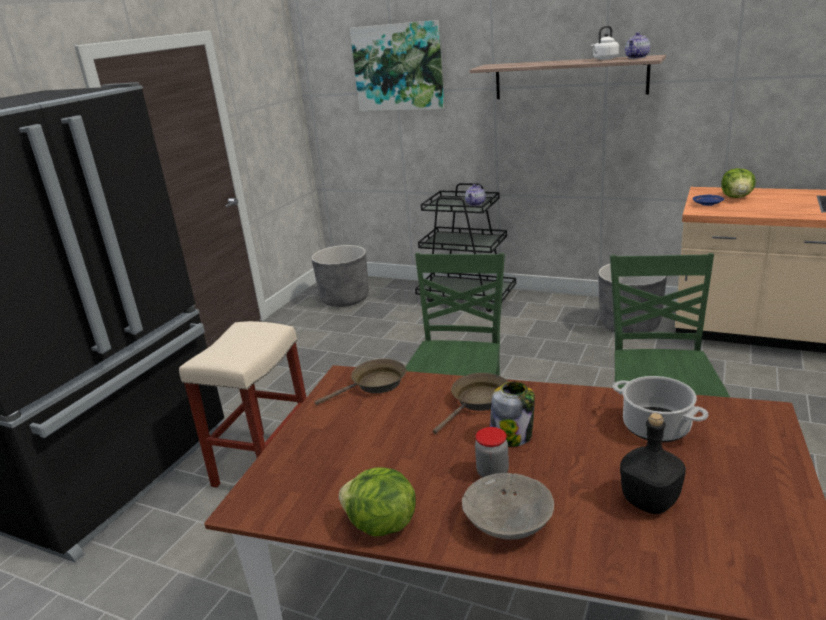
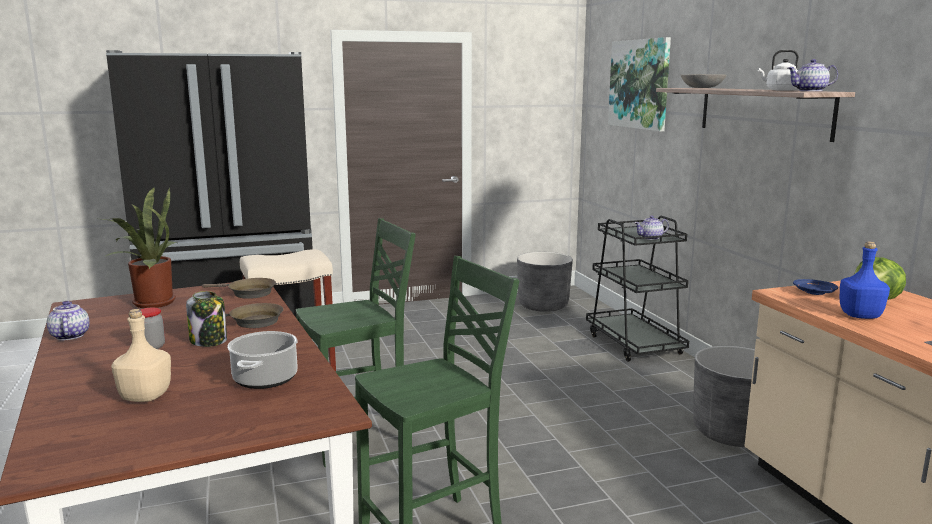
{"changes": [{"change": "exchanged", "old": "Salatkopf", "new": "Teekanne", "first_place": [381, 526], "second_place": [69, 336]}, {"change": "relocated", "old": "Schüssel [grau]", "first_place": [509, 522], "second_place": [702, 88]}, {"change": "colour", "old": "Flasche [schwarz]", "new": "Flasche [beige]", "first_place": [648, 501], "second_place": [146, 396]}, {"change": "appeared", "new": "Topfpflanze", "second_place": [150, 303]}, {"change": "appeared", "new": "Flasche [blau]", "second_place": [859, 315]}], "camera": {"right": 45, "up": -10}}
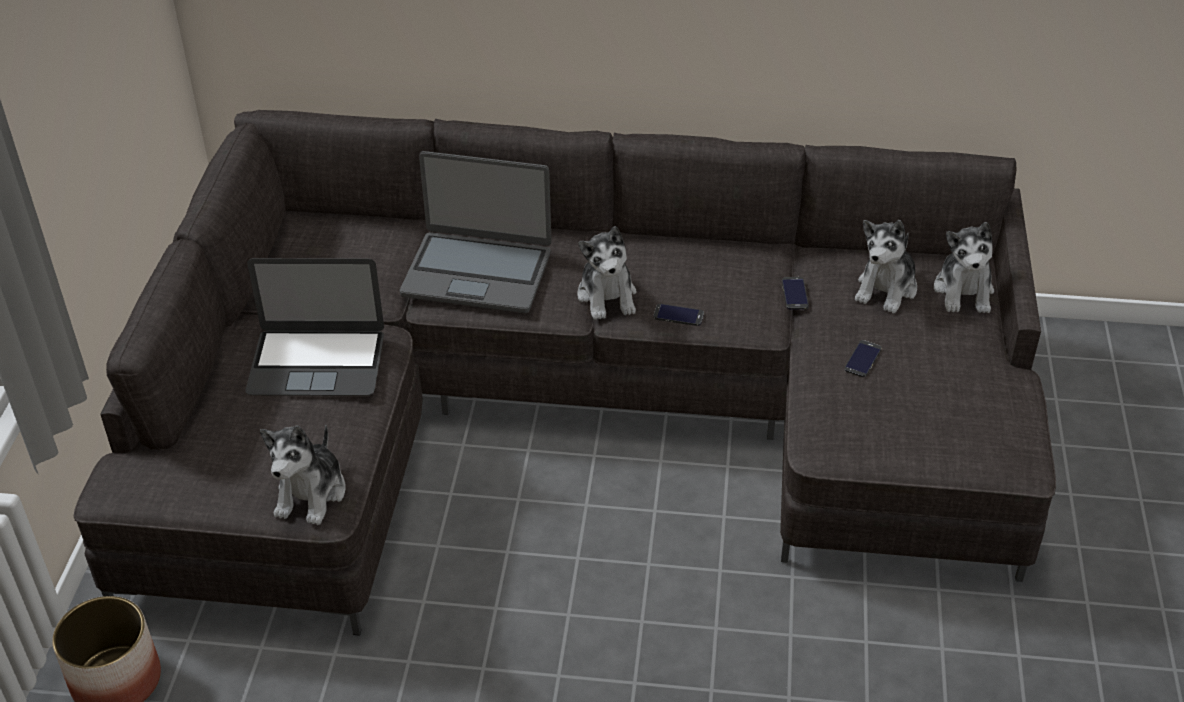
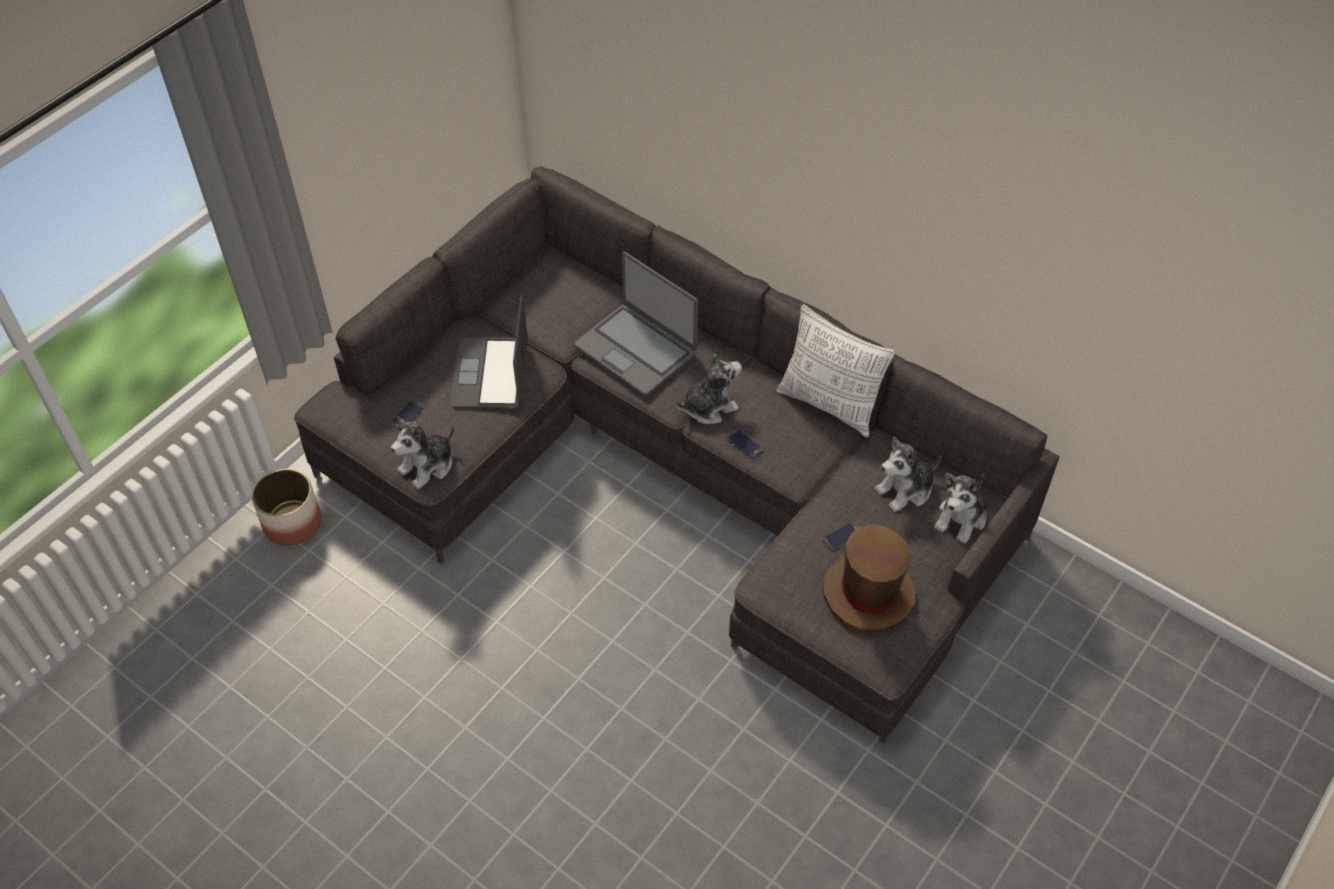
{"changes": [{"change": "spun", "old": "Laptop", "first_place": [317, 362], "second_place": [491, 373], "degrees": 60}, {"change": "spun", "old": "Plüschtier", "first_place": [607, 296], "second_place": [709, 407], "degrees": -135}, {"change": "relocated", "old": "Handy", "first_place": [794, 293], "second_place": [407, 415]}, {"change": "appeared", "new": "Kissen", "second_place": [829, 404]}, {"change": "appeared", "new": "Hut [braun]", "second_place": [868, 594]}], "camera": {"right": 30, "up": 10}}
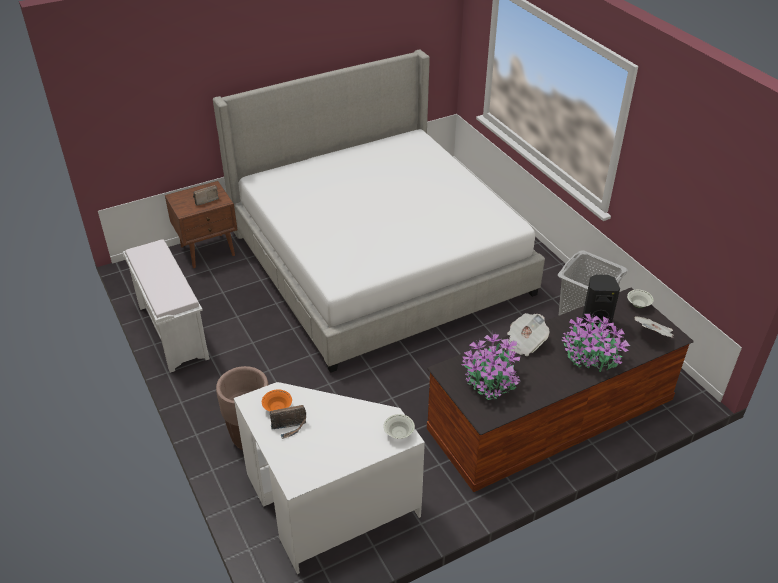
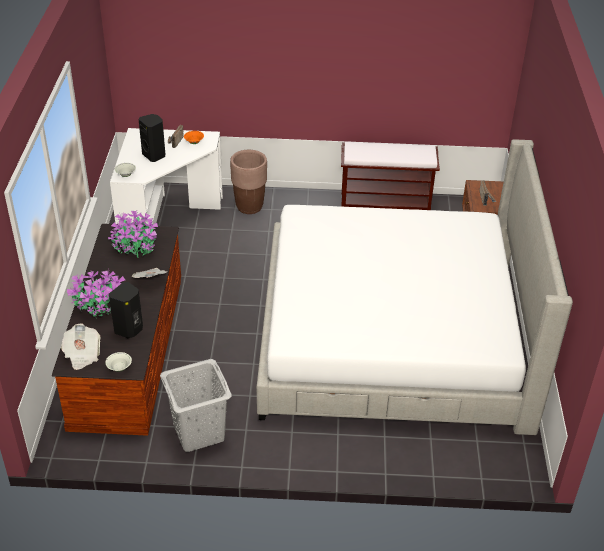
{"changes": [{"change": "colour", "old": "Bank [weiß]", "new": "Bank [braun]", "first_place": [172, 331], "second_place": [386, 203]}, {"change": "appeared", "new": "Lautsprecher [schwarz]", "second_place": [154, 155]}], "camera": {"right": 120, "up": 0}}
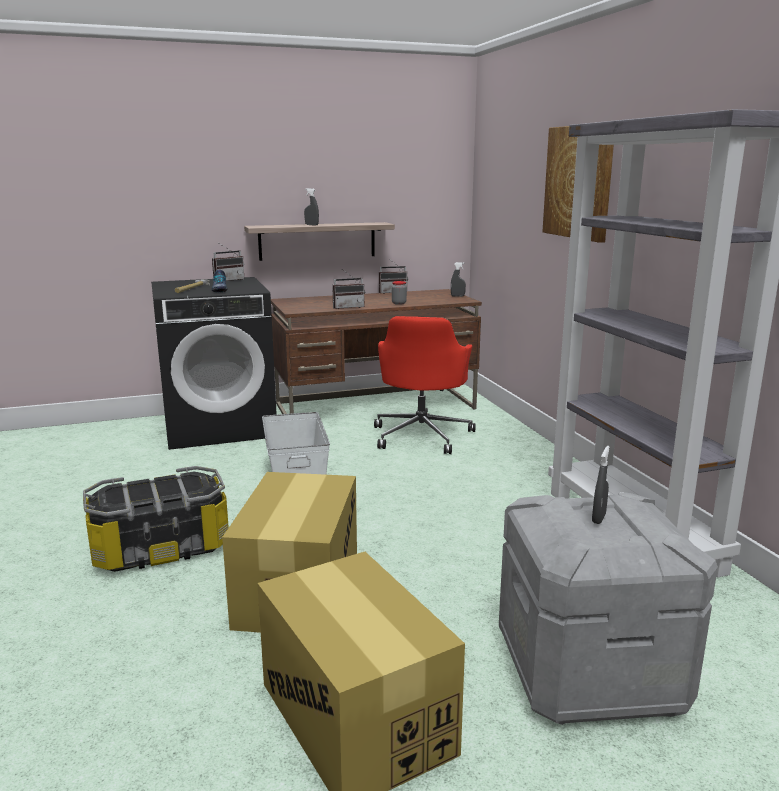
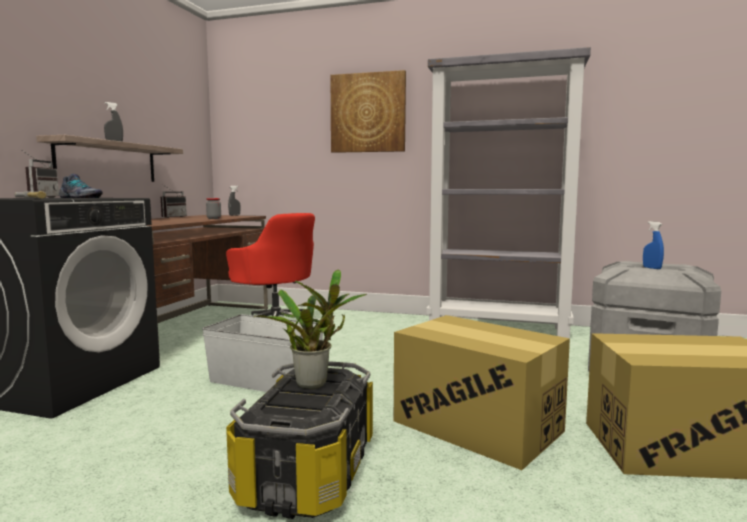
{"changes": [{"change": "missing", "old": "Radio", "first_place": [348, 307]}, {"change": "colour", "old": "Sprühflasche [grau]", "new": "Sprühflasche [blau]", "first_place": [598, 518], "second_place": [652, 268]}, {"change": "appeared", "new": "Topfpflanze", "second_place": [315, 383]}], "camera": {"right": -55, "up": -10}}
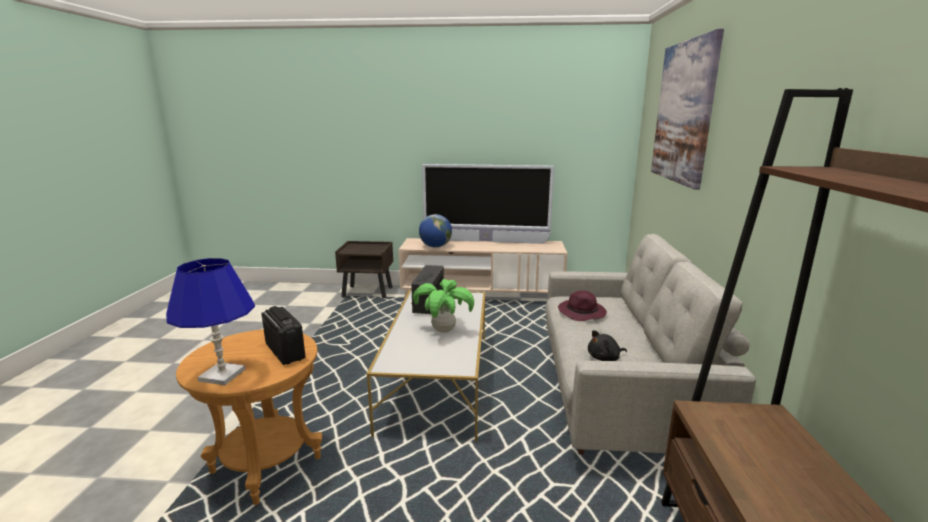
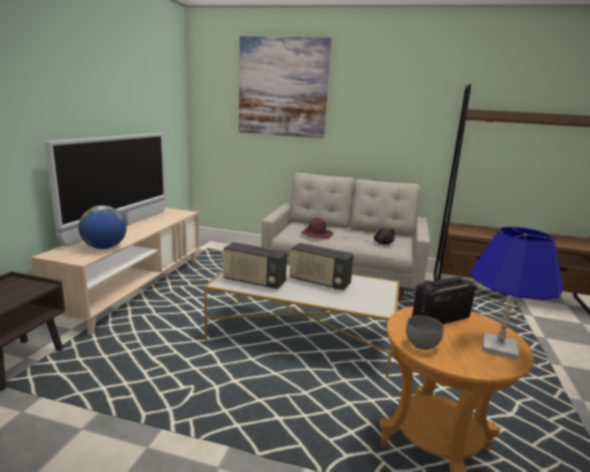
{"changes": [{"change": "exchanged", "old": "Topfpflanze", "new": "Radio", "first_place": [444, 331], "second_place": [319, 282]}, {"change": "appeared", "new": "Schüssel [grau]", "second_place": [420, 345]}], "camera": {"right": -80, "up": 0}}
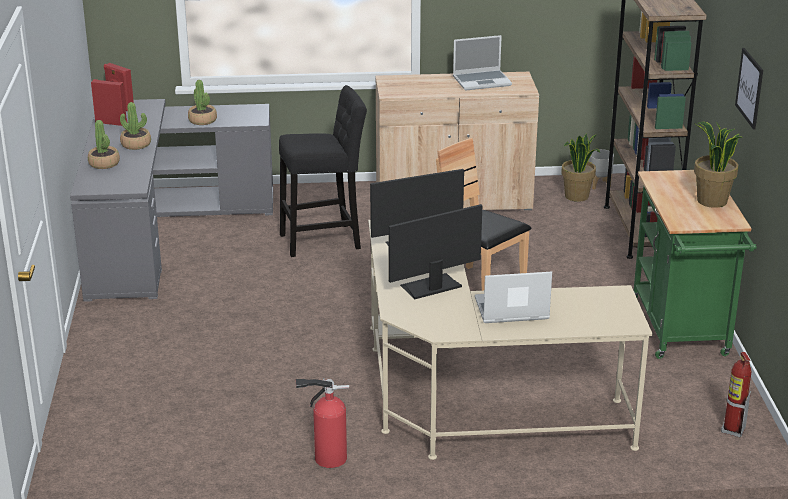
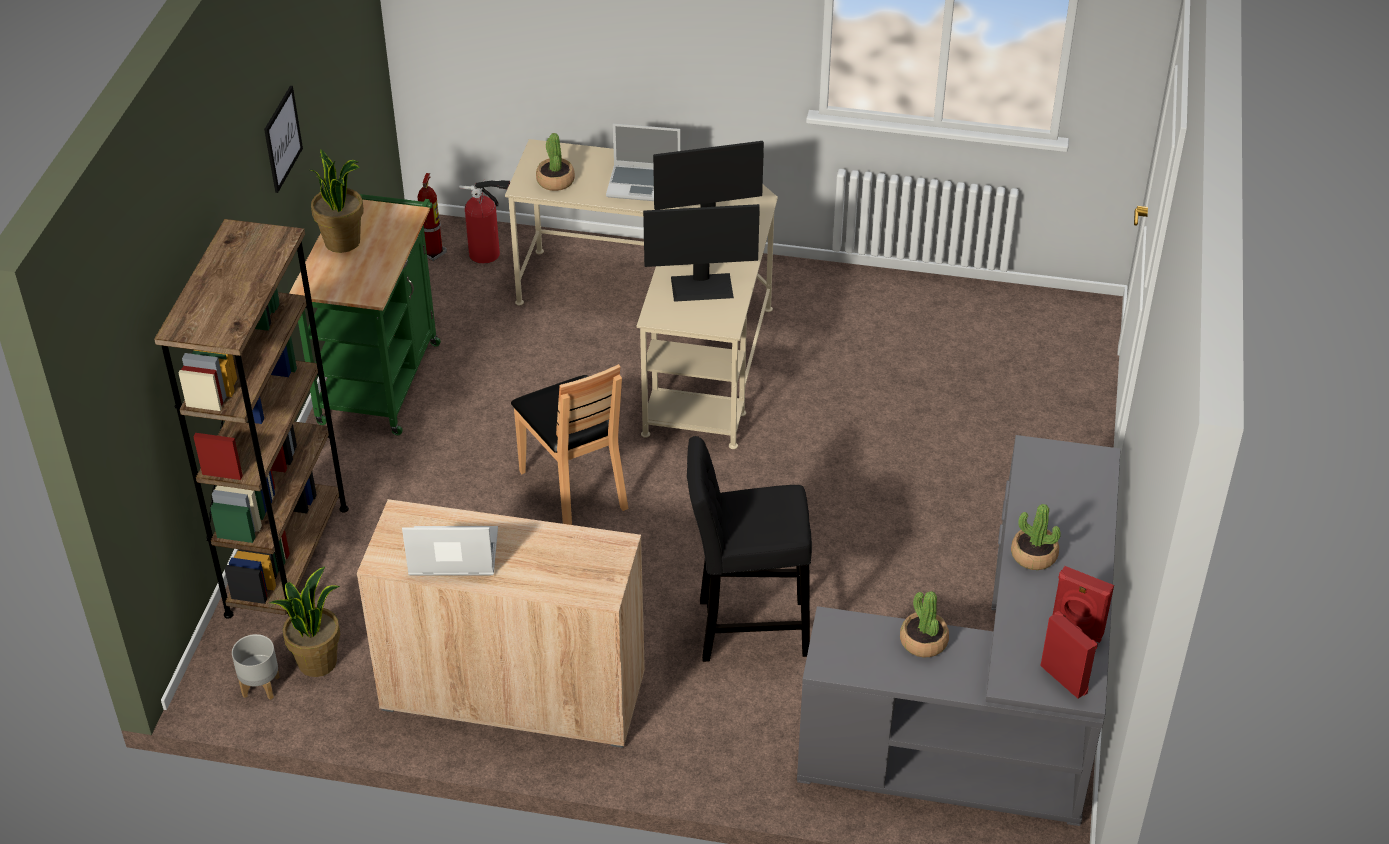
{"changes": [{"change": "relocated", "old": "Topfpflanze", "first_place": [104, 163], "second_place": [555, 181]}, {"change": "relocated", "old": "Feuerlöscher", "first_place": [327, 458], "second_place": [488, 254]}], "camera": {"right": -165, "up": 15}}
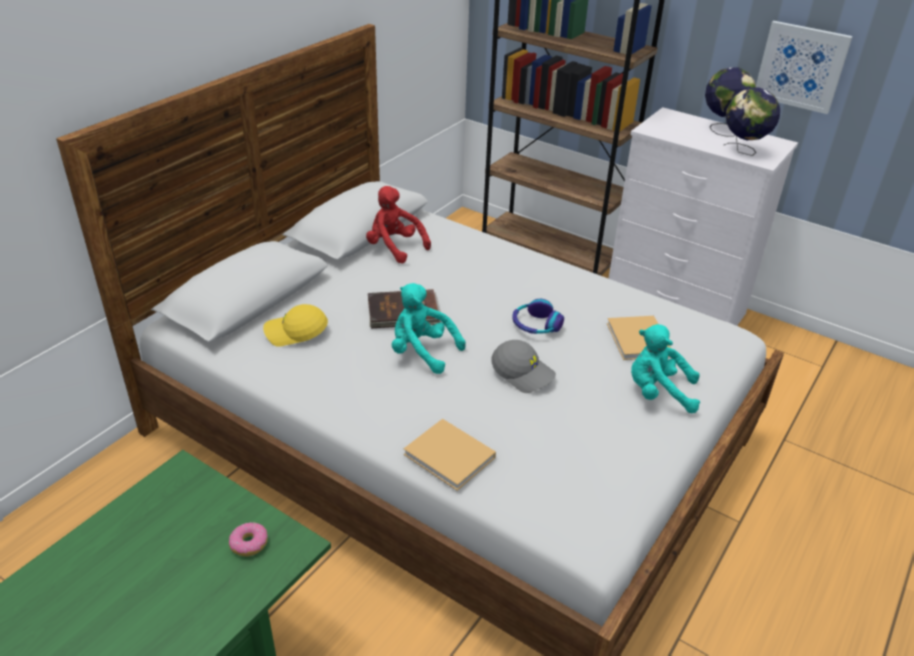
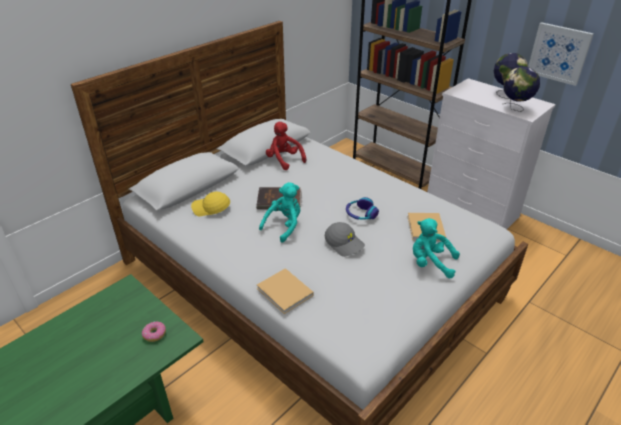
{"changes": [{"change": "spun", "old": "Plüschtier [türkis]", "first_place": [422, 352], "second_place": [284, 226], "degrees": 90}], "camera": {"right": 10, "up": 0}}
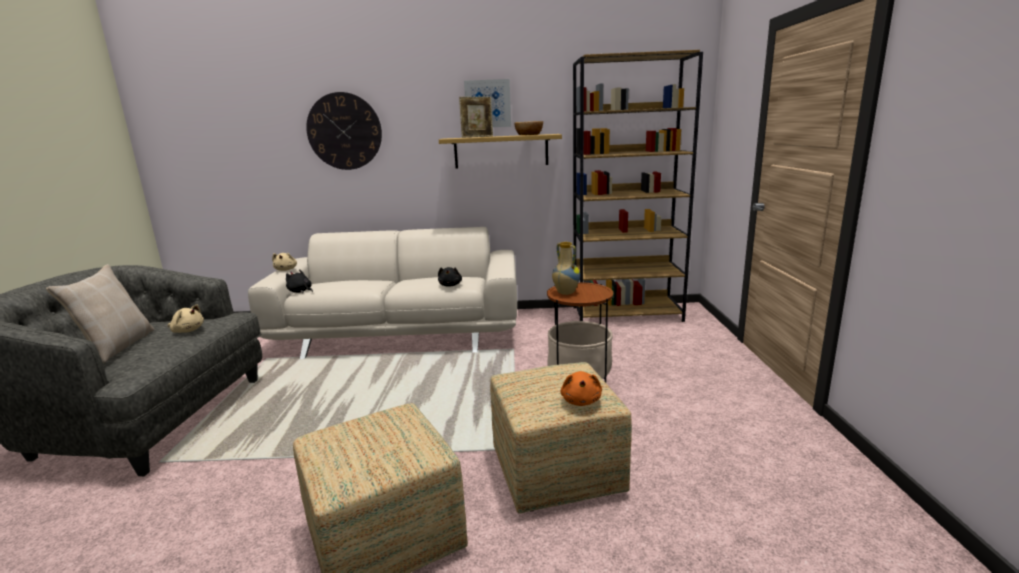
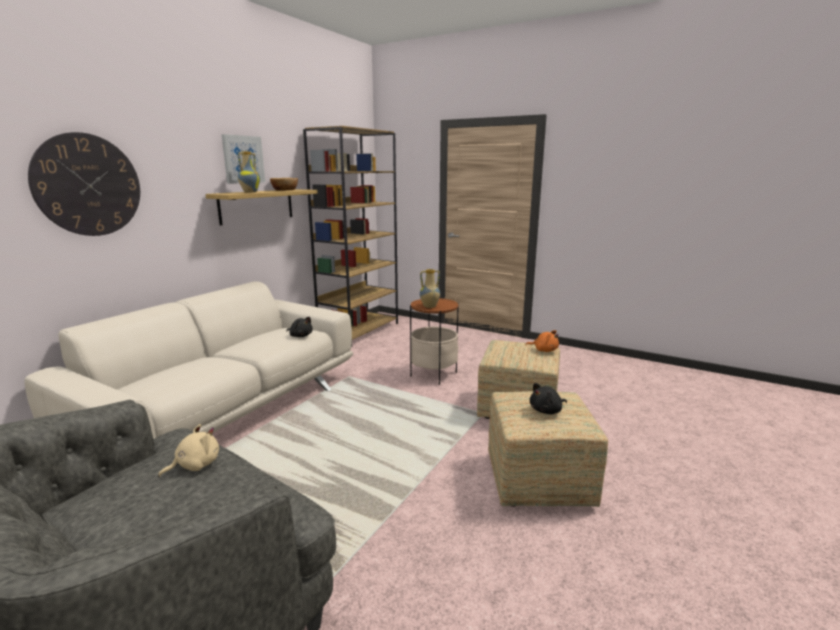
{"changes": [{"change": "missing", "old": "Kissen [beige]", "first_place": [117, 346]}, {"change": "missing", "old": "Plüschtier [beige]", "first_place": [286, 270]}, {"change": "relocated", "old": "Plüschtier [schwarz]", "first_place": [300, 291], "second_place": [547, 411]}, {"change": "exchanged", "old": "Bilderrahmen", "new": "Vase", "first_place": [477, 137], "second_place": [250, 192]}], "camera": {"right": -60, "up": 0}}
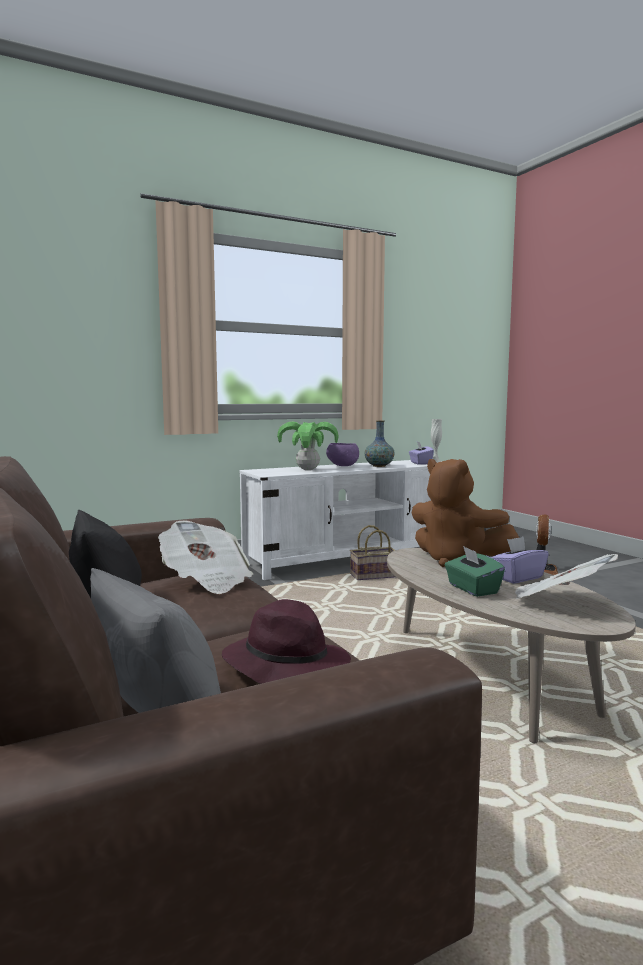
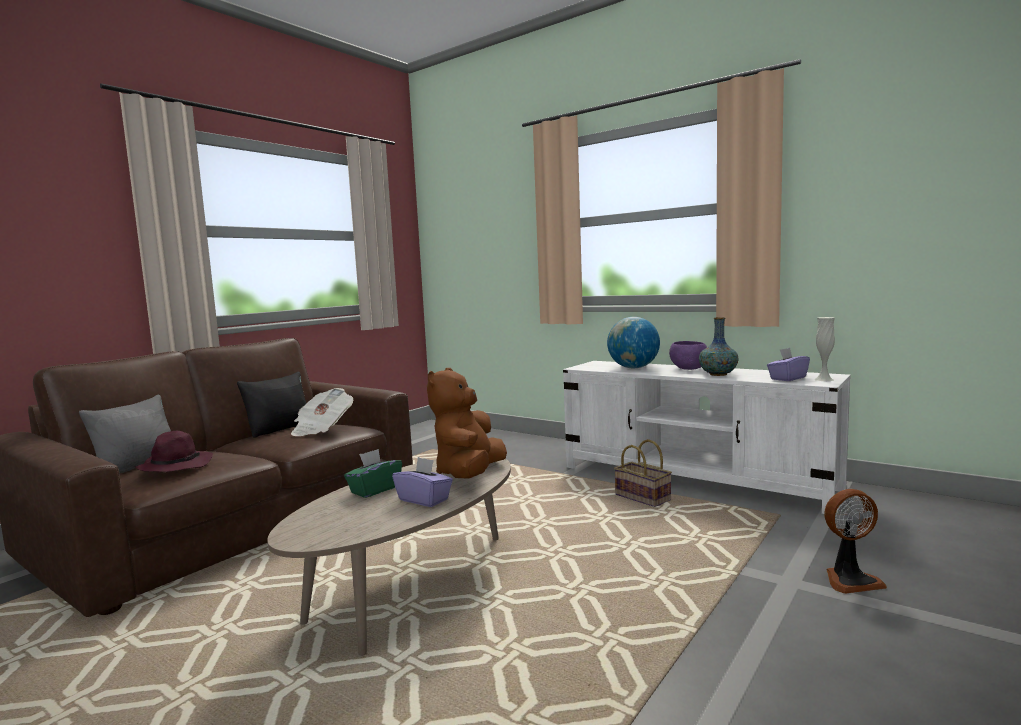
{"changes": [{"change": "exchanged", "old": "Topfpflanze", "new": "Globus", "first_place": [307, 469], "second_place": [633, 368]}, {"change": "missing", "old": "Zeitung", "first_place": [558, 602]}], "camera": {"right": 65, "up": 0}}
